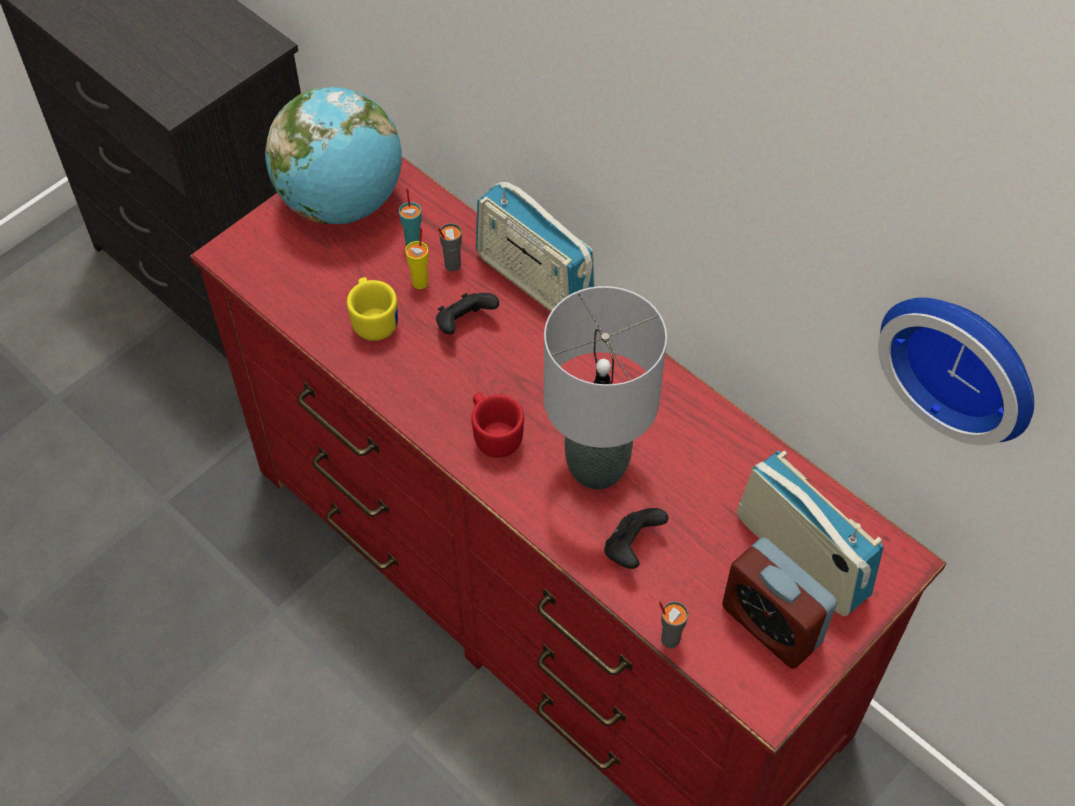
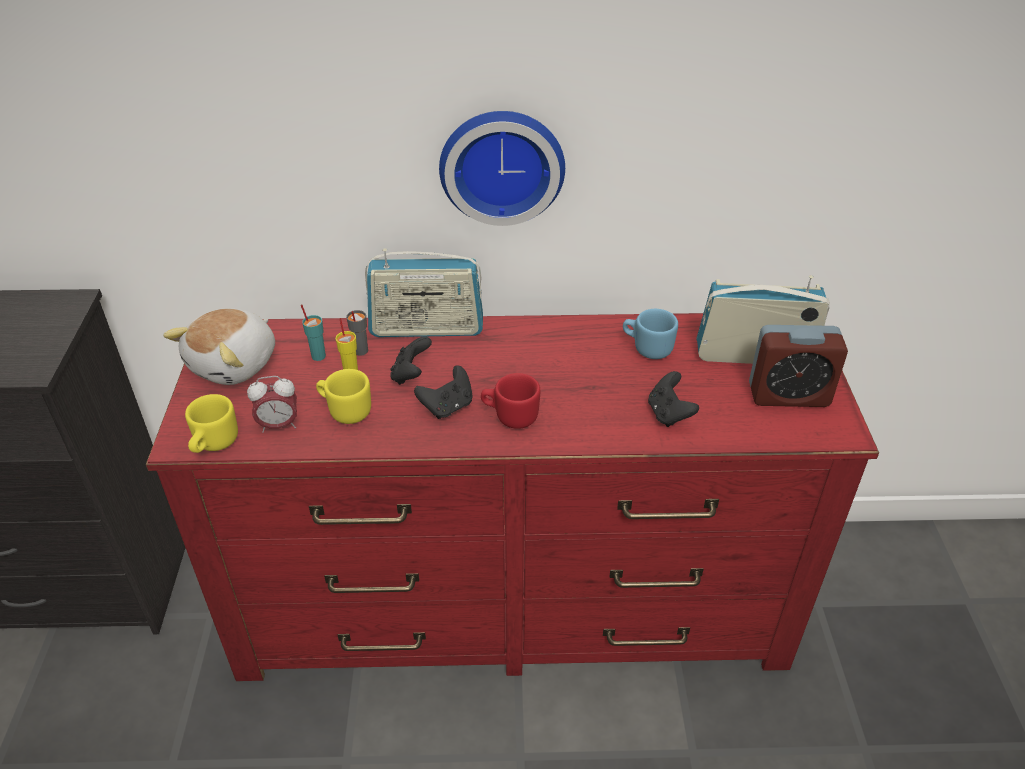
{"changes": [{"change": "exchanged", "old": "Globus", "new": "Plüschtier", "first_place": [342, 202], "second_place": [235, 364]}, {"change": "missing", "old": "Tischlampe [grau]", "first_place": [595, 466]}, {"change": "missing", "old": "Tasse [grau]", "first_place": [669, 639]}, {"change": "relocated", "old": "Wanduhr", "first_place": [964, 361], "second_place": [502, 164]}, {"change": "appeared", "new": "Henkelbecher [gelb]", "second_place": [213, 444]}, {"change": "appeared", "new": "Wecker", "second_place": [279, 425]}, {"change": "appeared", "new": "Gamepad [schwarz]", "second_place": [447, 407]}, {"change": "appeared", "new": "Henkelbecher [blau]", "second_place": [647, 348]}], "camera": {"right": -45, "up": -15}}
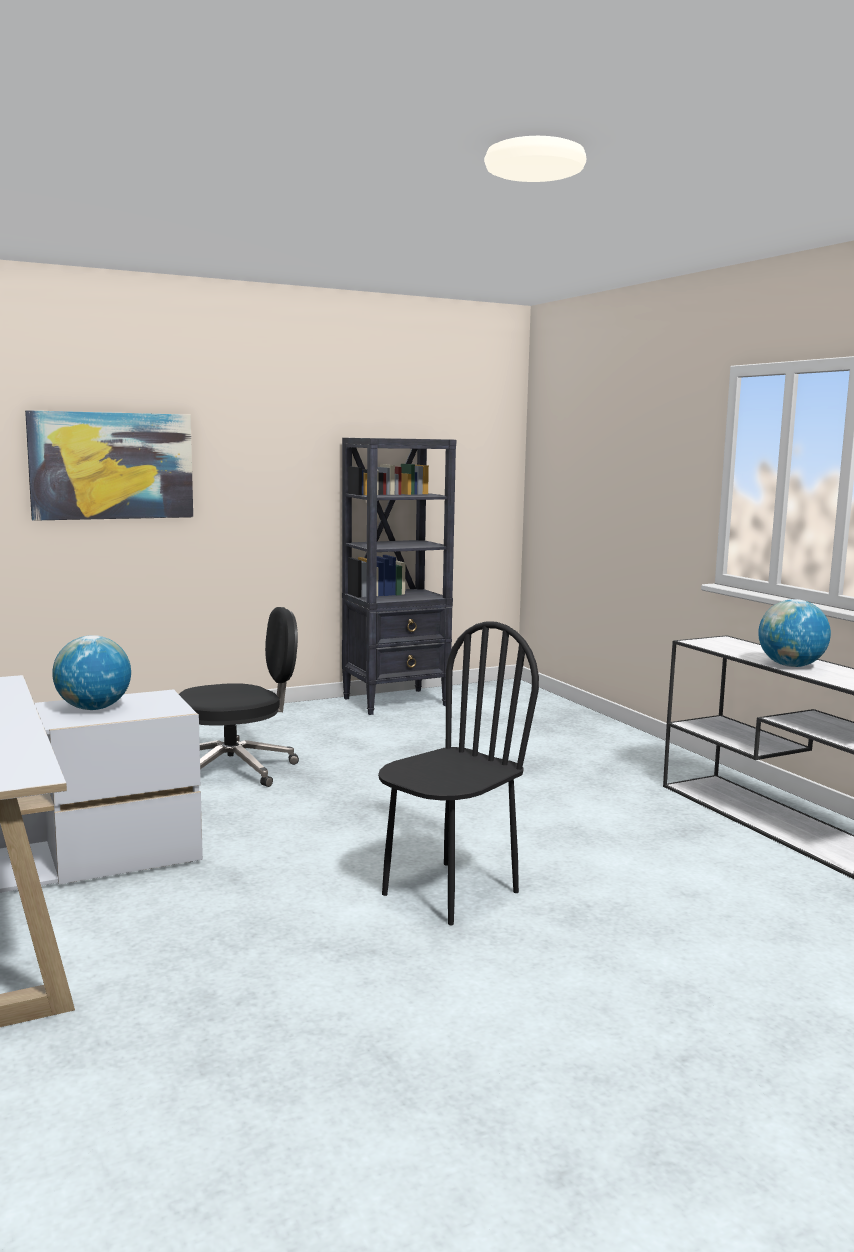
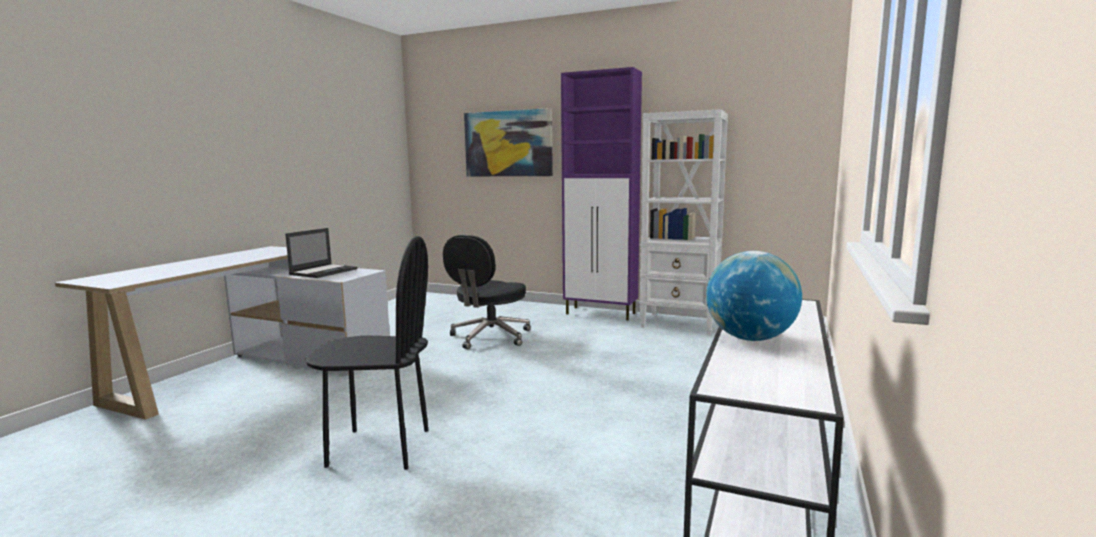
{"changes": [{"change": "exchanged", "old": "Globus", "new": "Laptop", "first_place": [93, 708], "second_place": [324, 271]}, {"change": "spun", "old": "Bürostuhl [schwarz]", "first_place": [236, 769], "second_place": [489, 337], "degrees": 90}, {"change": "colour", "old": "Bücherregal [schwarz]", "new": "Bücherregal [weiß]", "first_place": [396, 702], "second_place": [680, 324]}, {"change": "appeared", "new": "Schrank [lila]", "second_place": [601, 314]}], "camera": {"right": 50, "up": 0}}
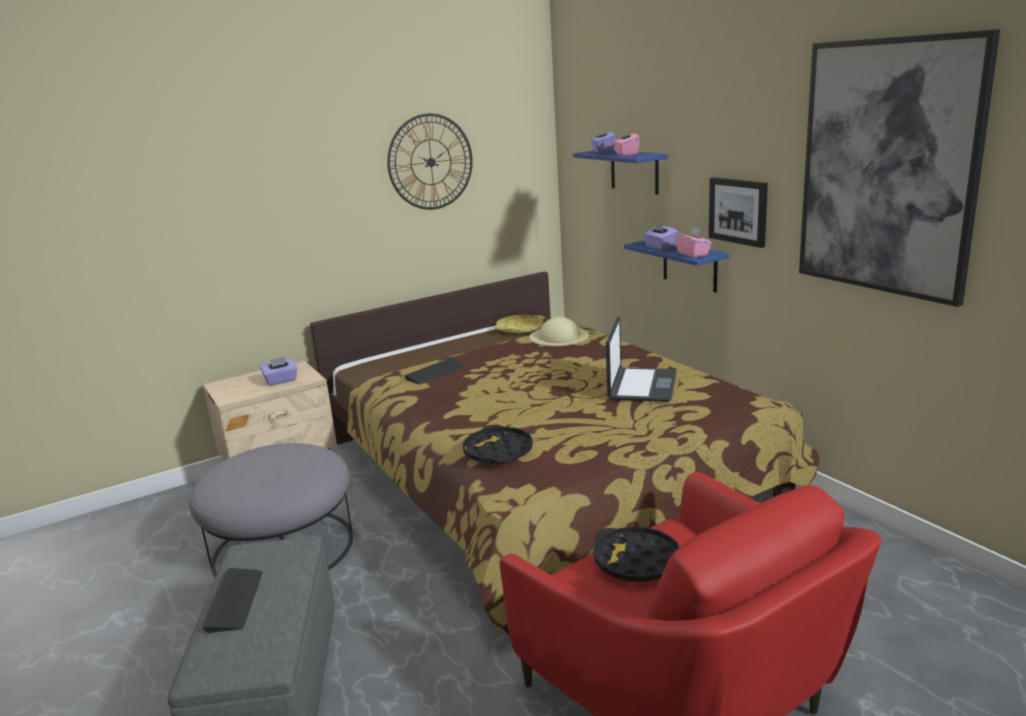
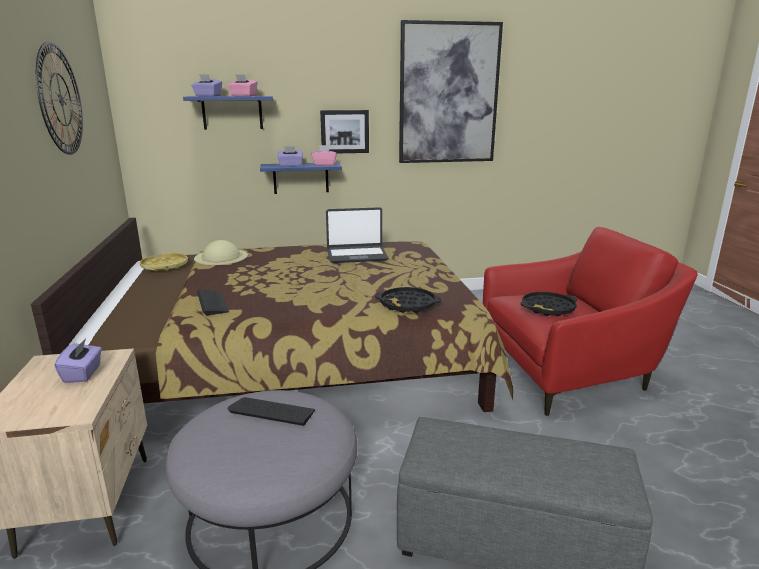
{"changes": [{"change": "relocated", "old": "Tastatur", "first_place": [234, 600], "second_place": [272, 411]}, {"change": "spun", "old": "Laptop", "first_place": [641, 386], "second_place": [357, 255], "degrees": 135}], "camera": {"right": -70, "up": 0}}
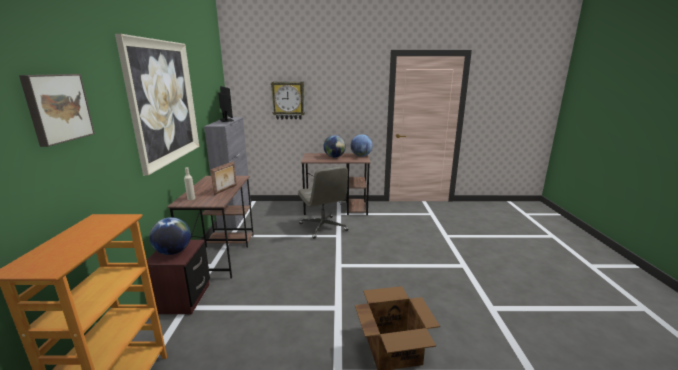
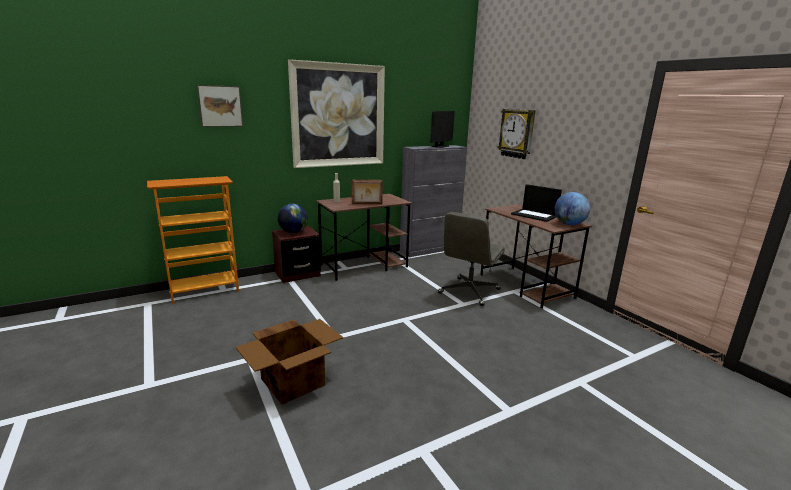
{"changes": [{"change": "exchanged", "old": "Globus", "new": "Laptop", "first_place": [334, 157], "second_place": [534, 215]}], "camera": {"right": 60, "up": 0}}
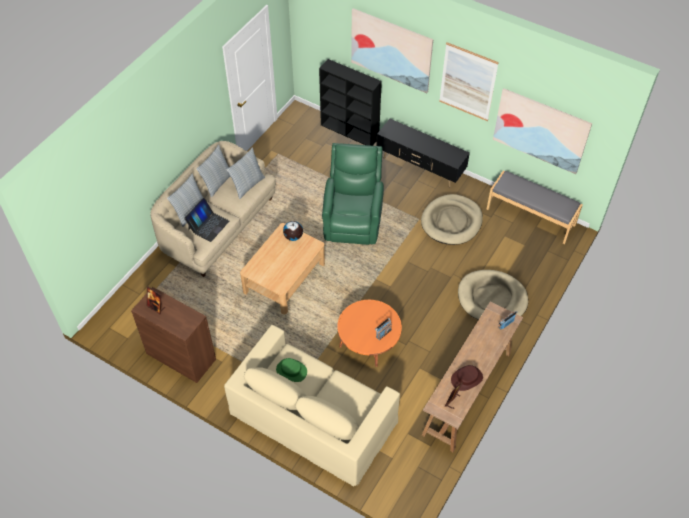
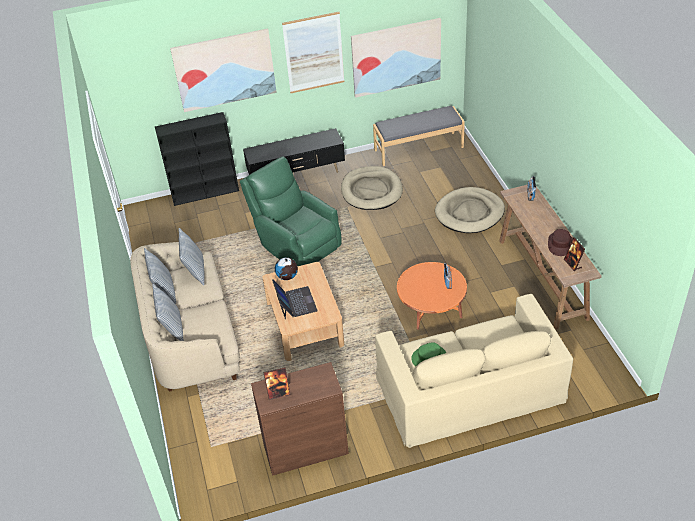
{"changes": [{"change": "relocated", "old": "Laptop", "first_place": [208, 225], "second_place": [295, 303]}], "camera": {"right": -45, "up": -10}}
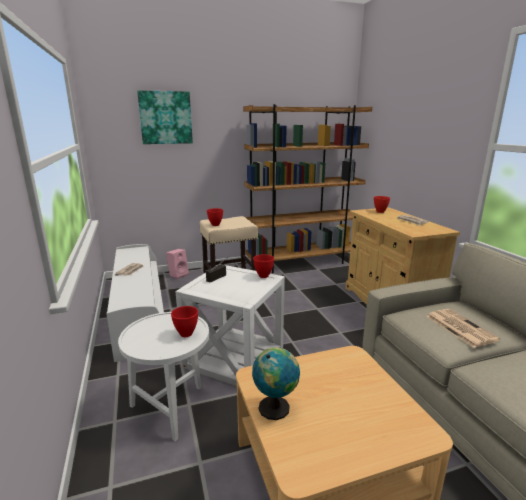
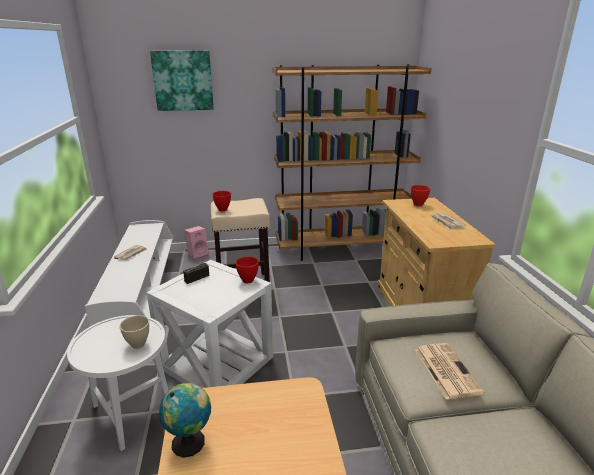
{"changes": [{"change": "colour", "old": "Schüssel [rot]", "new": "Schüssel [beige]", "first_place": [185, 334], "second_place": [137, 344]}], "camera": {"right": 10, "up": 5}}
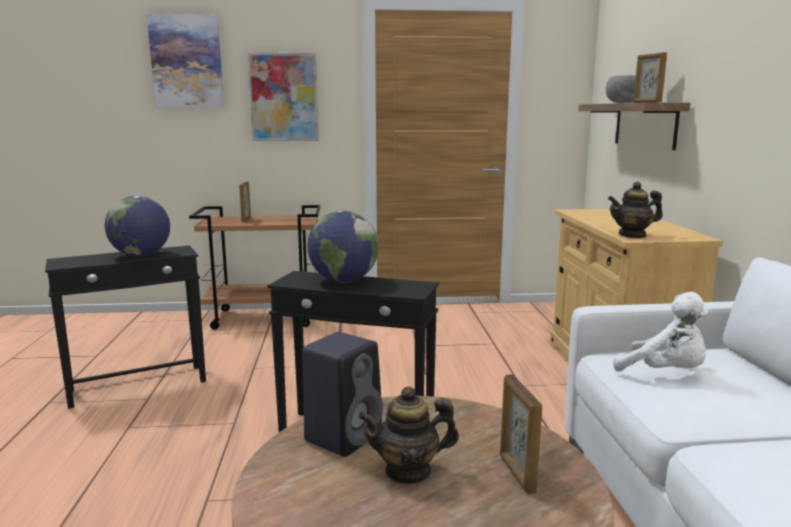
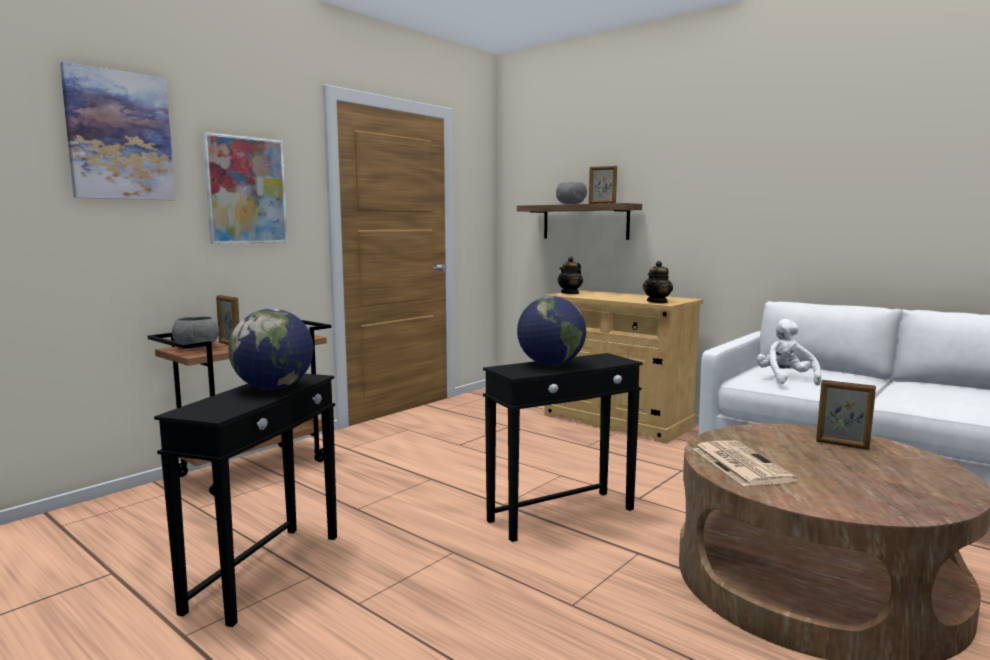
{"changes": [{"change": "exchanged", "old": "Lautsprecher [schwarz]", "new": "Zeitung", "first_place": [344, 436], "second_place": [739, 464]}, {"change": "relocated", "old": "Teekanne", "first_place": [408, 471], "second_place": [570, 293]}, {"change": "spun", "old": "Plüschtier [weiß]", "first_place": [665, 373], "second_place": [785, 379], "degrees": -90}, {"change": "appeared", "new": "Schüssel [grau]", "second_place": [197, 347]}], "camera": {"right": -45, "up": -5}}
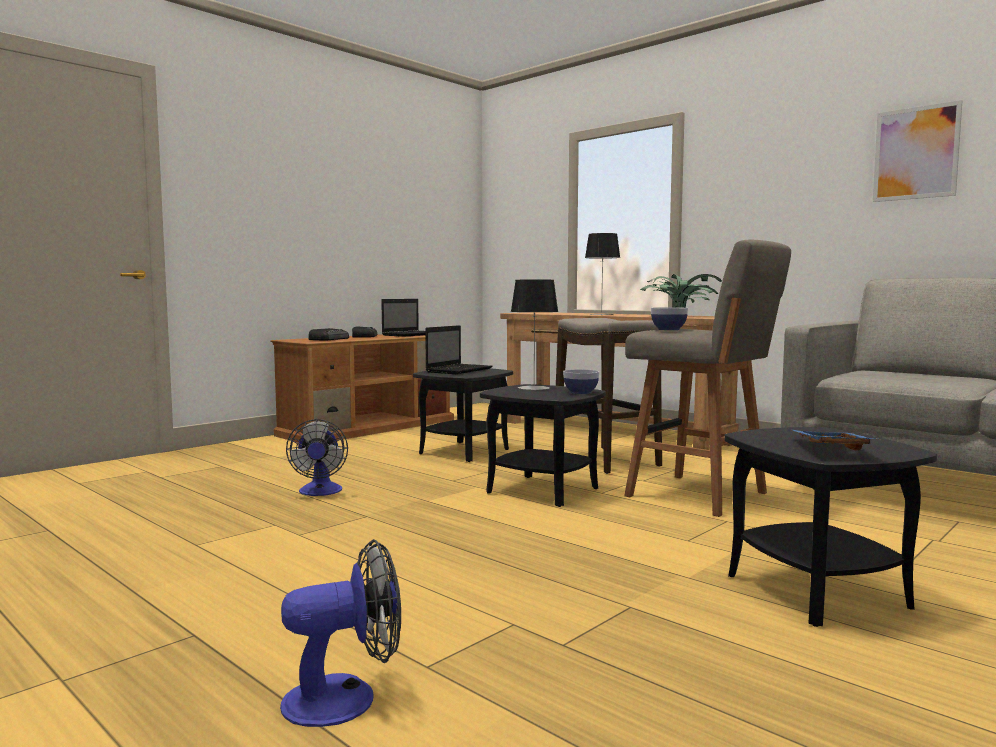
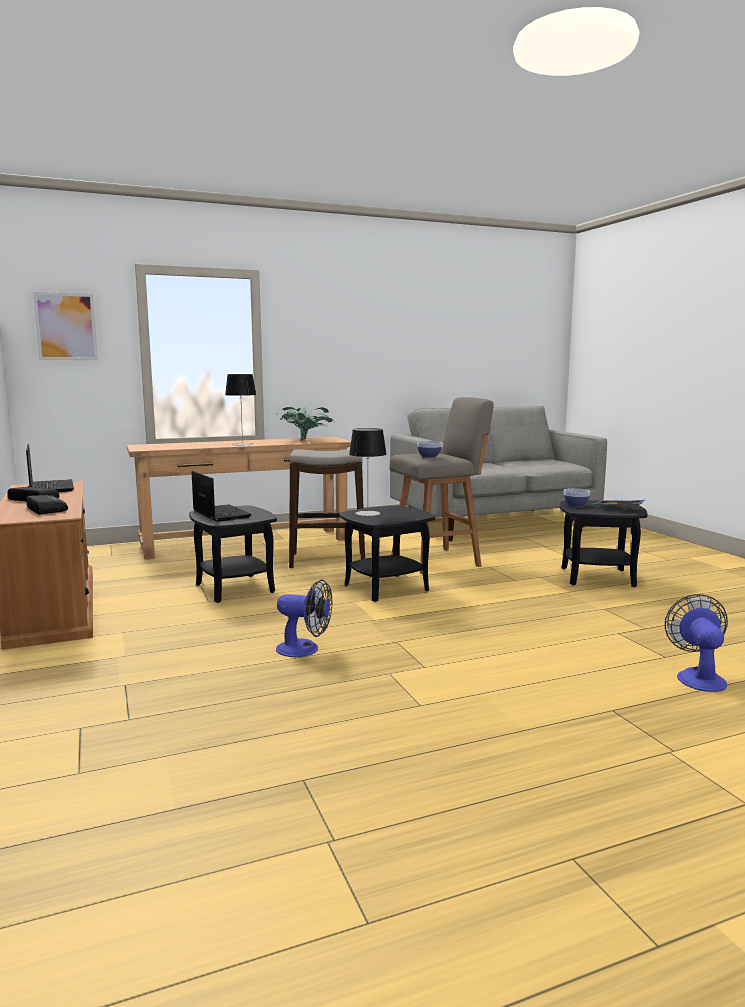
{"changes": [{"change": "relocated", "old": "Schüssel", "first_place": [581, 392], "second_place": [575, 505]}, {"change": "relocated", "old": "Bild", "first_place": [916, 153], "second_place": [66, 326]}], "camera": {"right": -65, "up": 5}}
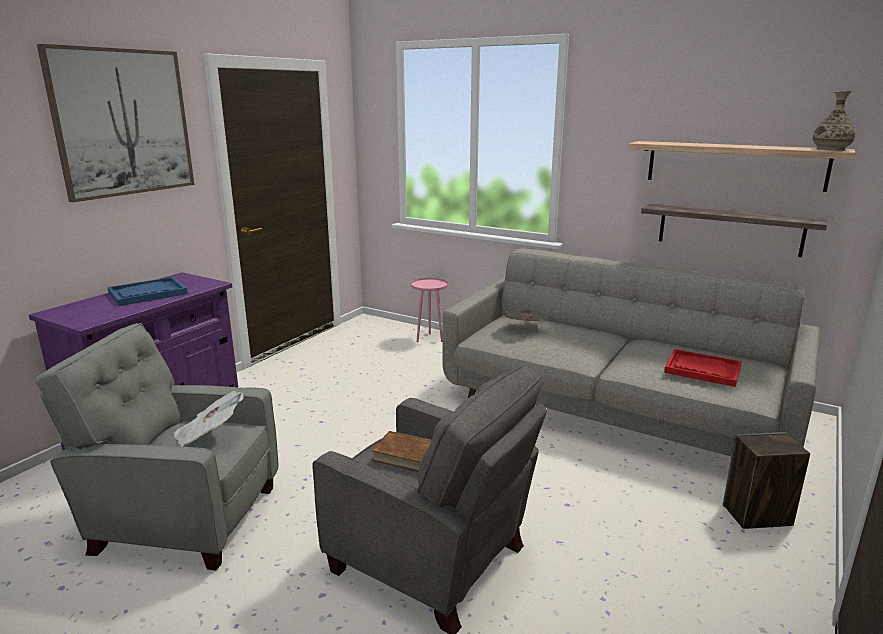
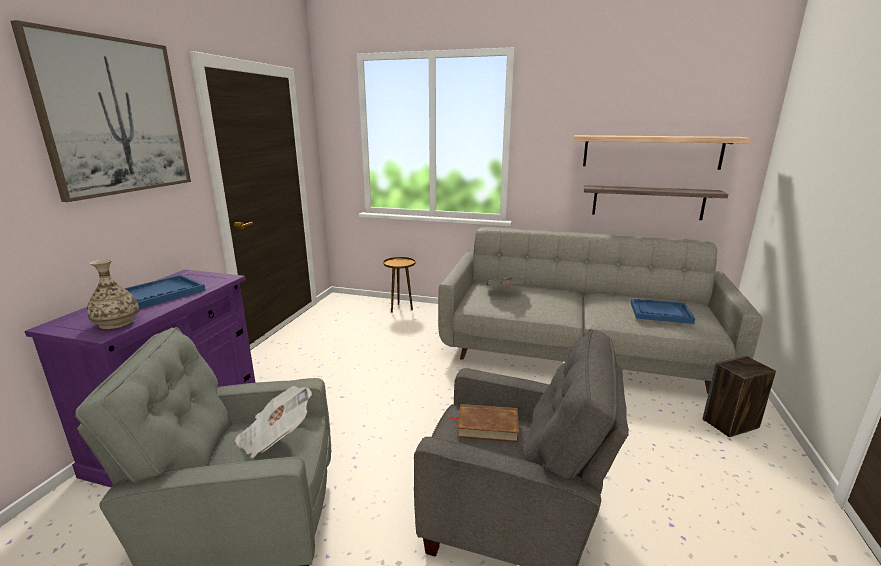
{"changes": [{"change": "colour", "old": "Beistelltisch [rosa]", "new": "Beistelltisch [braun]", "first_place": [429, 339], "second_place": [400, 308]}, {"change": "colour", "old": "Tablett [rot]", "new": "Tablett [blau]", "first_place": [702, 369], "second_place": [660, 313]}, {"change": "relocated", "old": "Vase", "first_place": [830, 149], "second_place": [116, 322]}], "camera": {"right": -15, "up": 0}}
